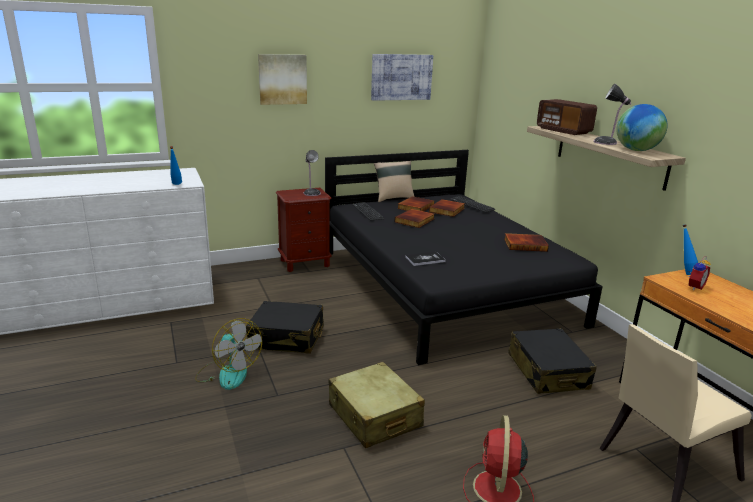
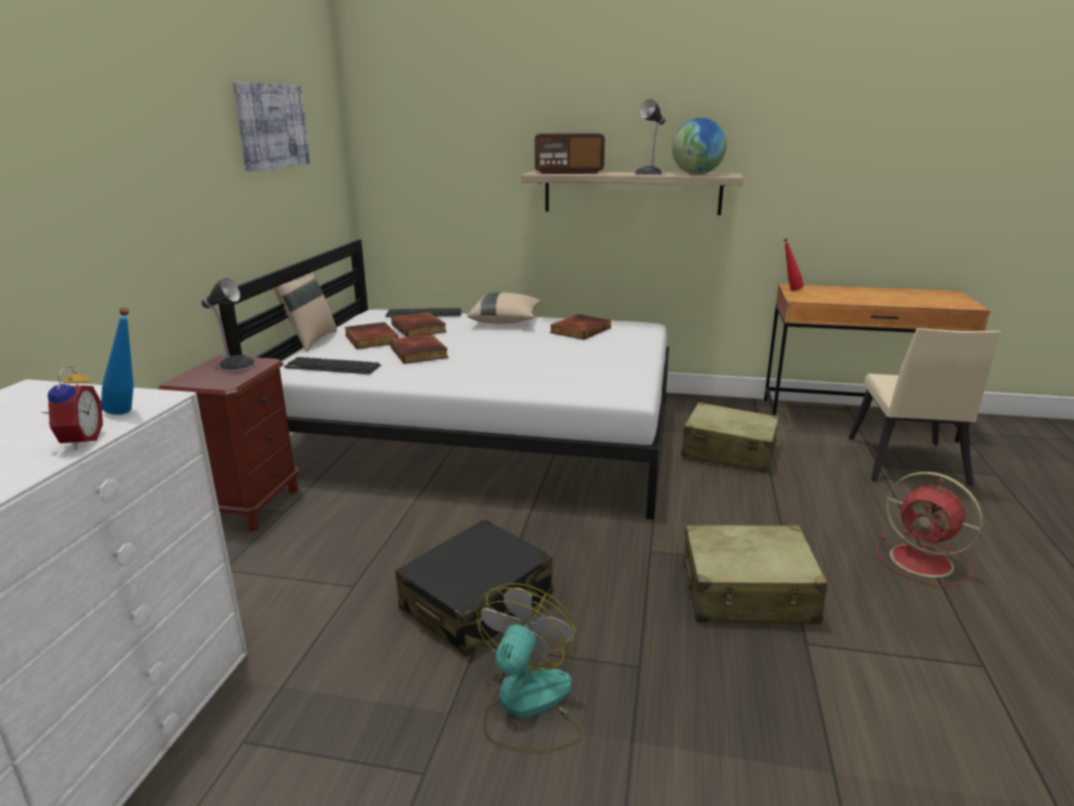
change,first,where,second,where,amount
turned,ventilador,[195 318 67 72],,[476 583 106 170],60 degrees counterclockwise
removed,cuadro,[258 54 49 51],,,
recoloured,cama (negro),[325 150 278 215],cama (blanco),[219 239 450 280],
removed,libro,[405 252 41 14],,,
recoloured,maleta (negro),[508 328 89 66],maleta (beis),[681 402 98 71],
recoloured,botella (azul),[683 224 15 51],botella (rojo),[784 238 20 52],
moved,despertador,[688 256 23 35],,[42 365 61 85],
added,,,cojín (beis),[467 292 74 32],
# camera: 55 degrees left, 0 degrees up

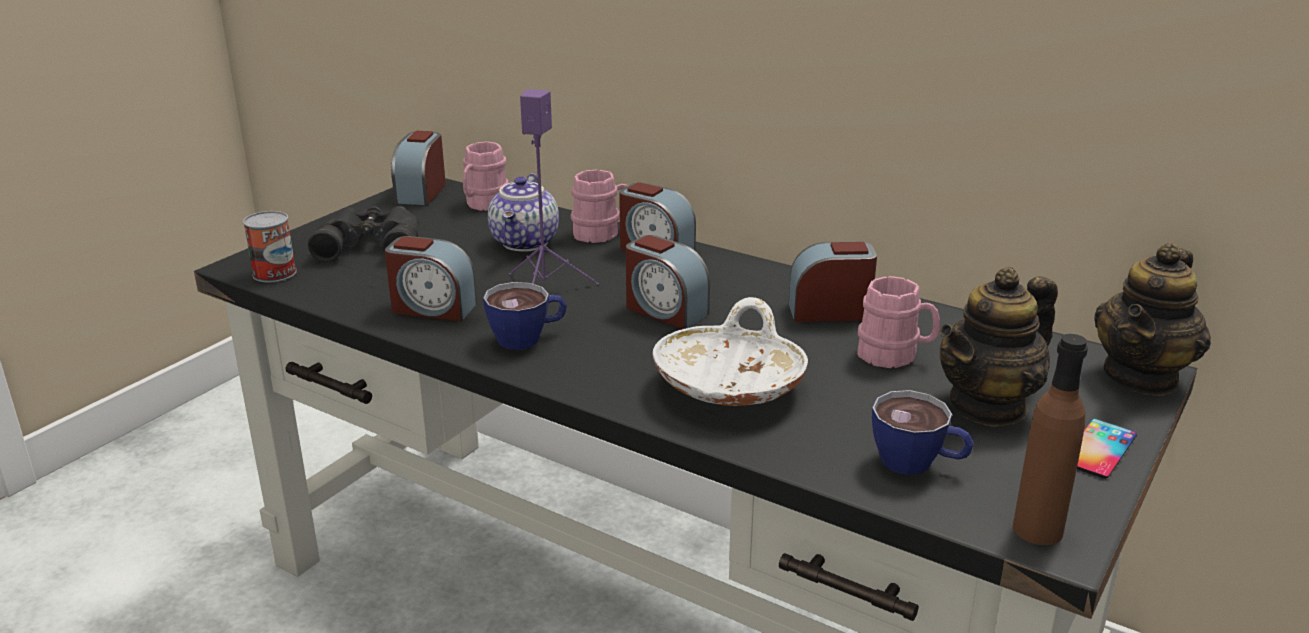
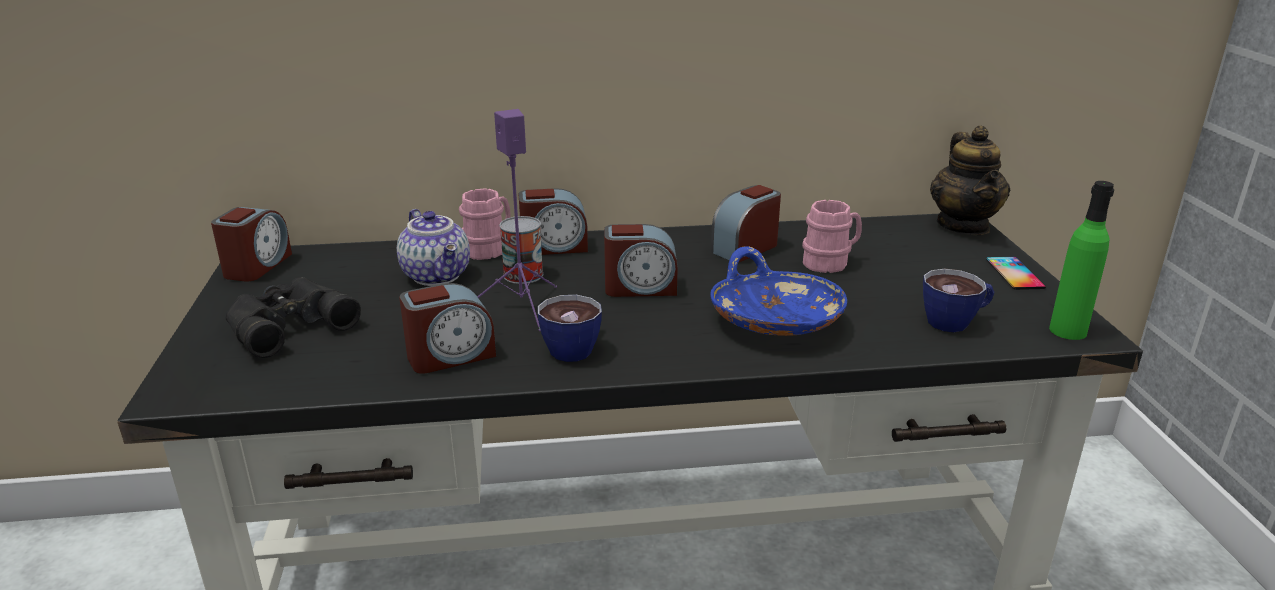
change,first,where,second,where,amount
moved,lata,[243 211 54 72],,[500 216 43 68],
turned,despertador,[391 131 55 74],,[211 207 81 75],135 degrees counterclockwise
removed,taza grande (rosa),[463 142 46 69],,,
recoloured,cuenco (blanco),[653 297 155 109],cuenco (azul),[710 246 137 90],
removed,tetera,[940 267 118 160],,,
recoloured,botella (marrón),[1013 334 75 211],botella (verde),[1049 181 65 159],
# camera: 40 degrees left, 0 degrees up

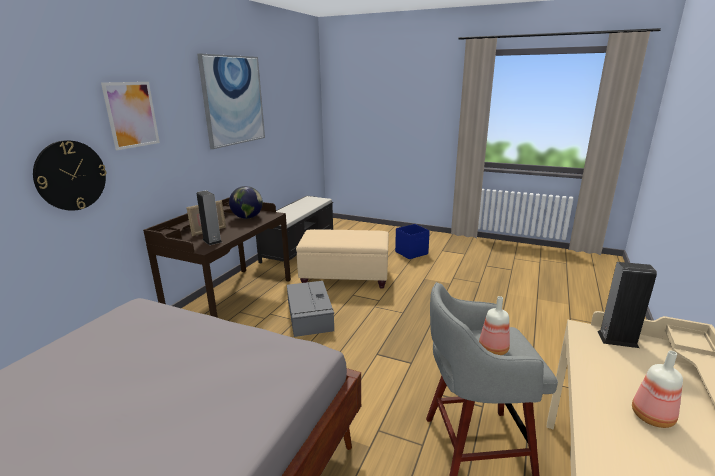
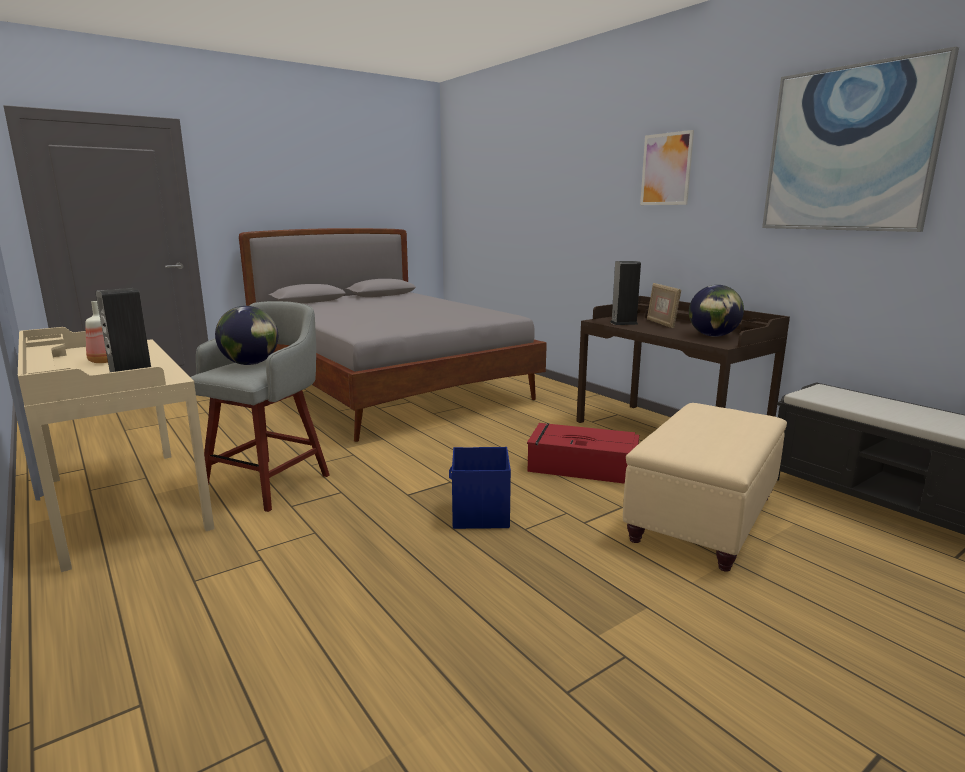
change,first,where,second,where,amount
removed,reloj de pared,[33 140 74 71],,,
recoloured,caja de almacenaje (gris),[287 281 47 56],caja de almacenaje (rojo),[527 423 112 61],
moved,caja de almacenaje (azul),[395 224 35 35],,[449 447 62 82],
replaced,botella,[479 296 31 59],globo terráqueo,[215 306 63 59],
# camera: 120 degrees right, 5 degrees down

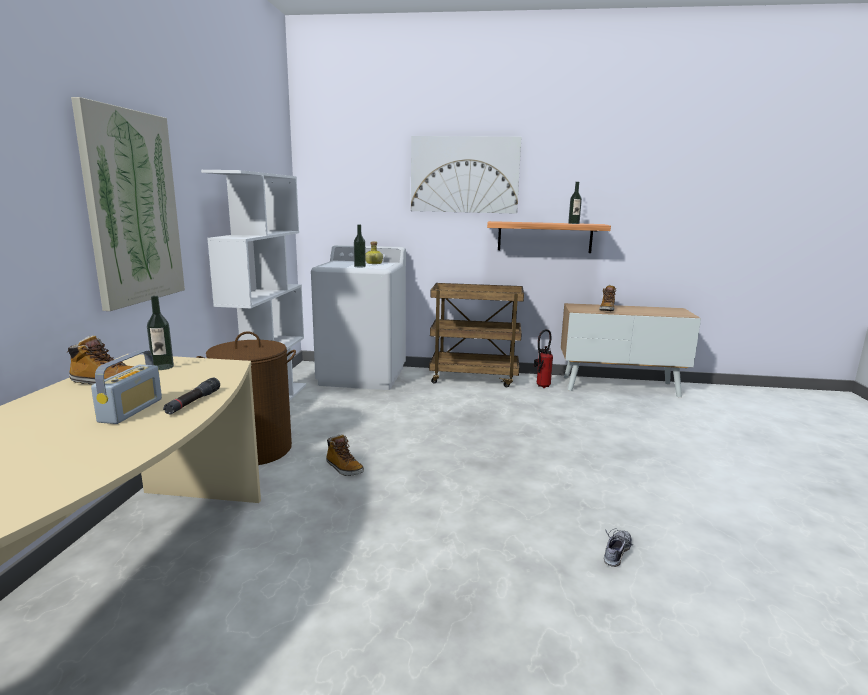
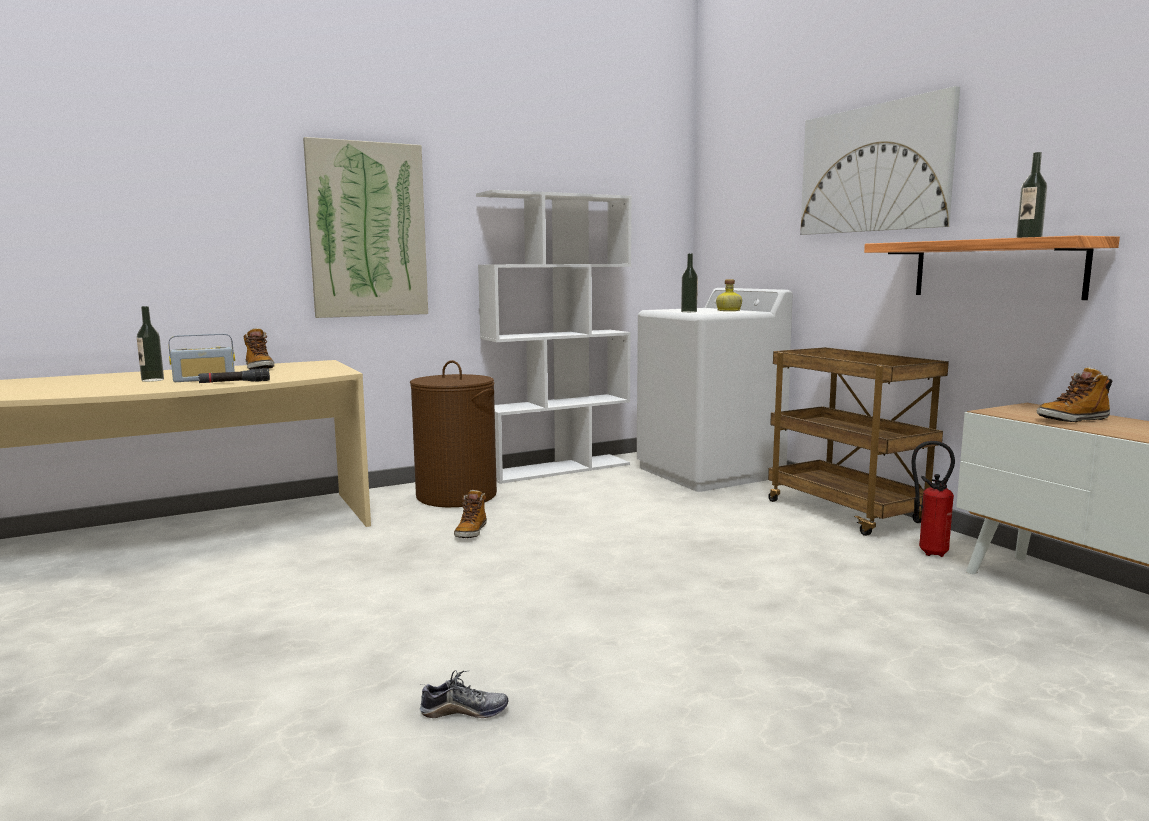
change,first,where,second,where,amount
moved,botella,[147 296 27 74],,[137 306 27 76],
# camera: 55 degrees right, 5 degrees down

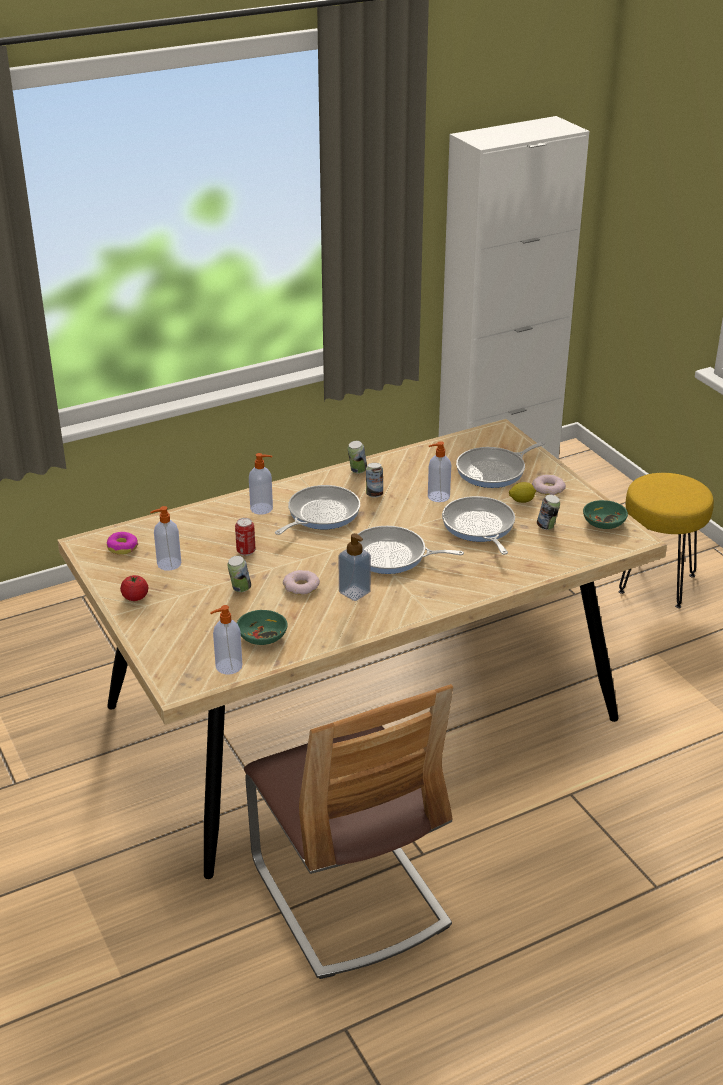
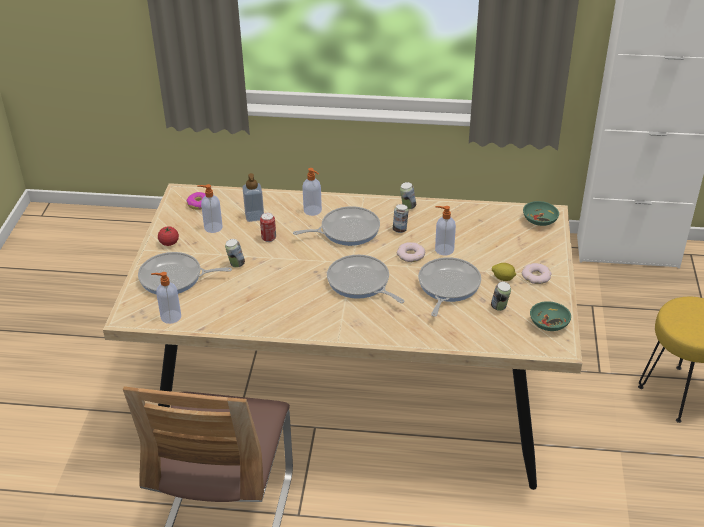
change,first,where,second,where,amount
moved,cuenco (verde),[237 610 51 35],,[523 201 36 25],
moved,rosquilla,[283 570 37 25],,[397 242 28 20],
moved,dispensador de jabón,[338 533 33 68],,[242 173 22 49],
moved,sartén,[456 442 89 46],,[138 252 94 43],
# camera: 35 degrees right, 5 degrees up

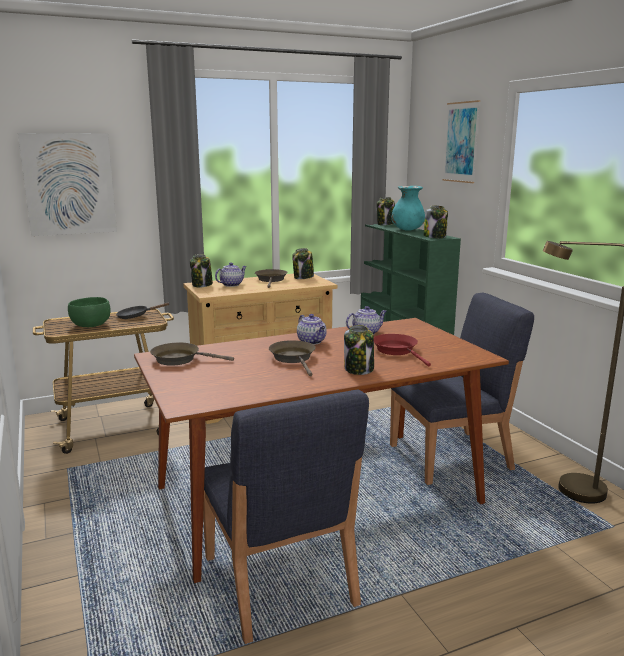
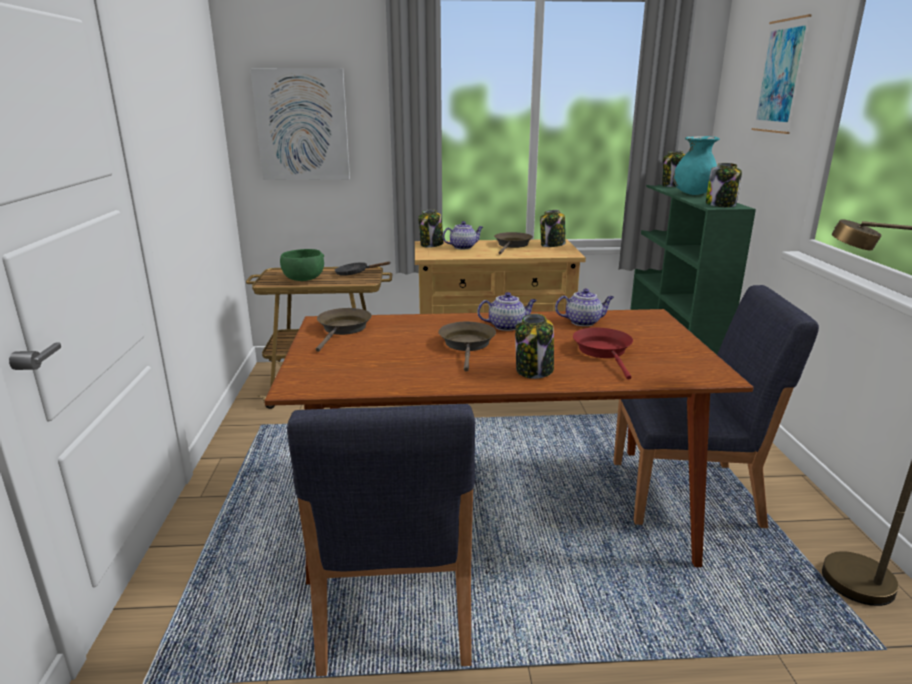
change,first,where,second,where,amount
turned,sartén (marrón),[150 342 84 24],,[316 308 56 44],75 degrees clockwise
turned,tetera,[297 314 30 31],,[477 292 60 39],90 degrees counterclockwise
# camera: 20 degrees right, 5 degrees up

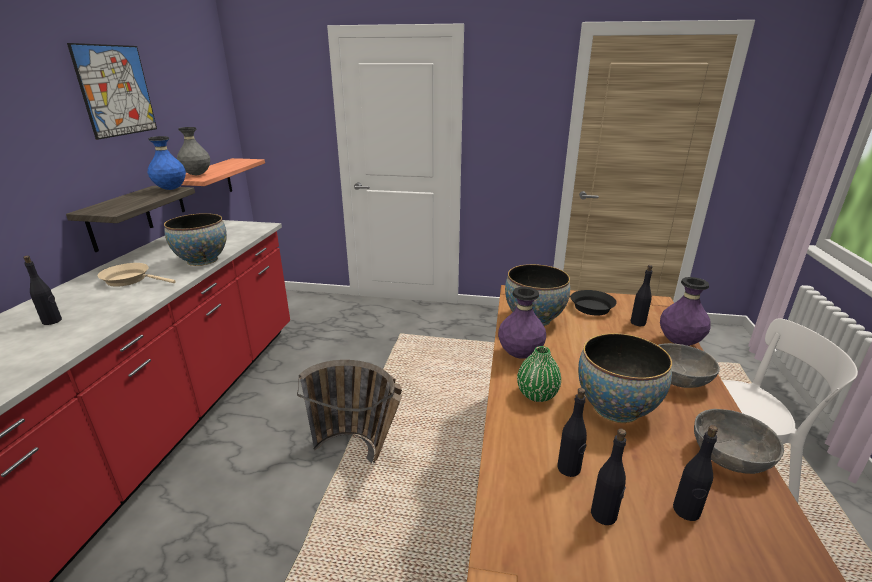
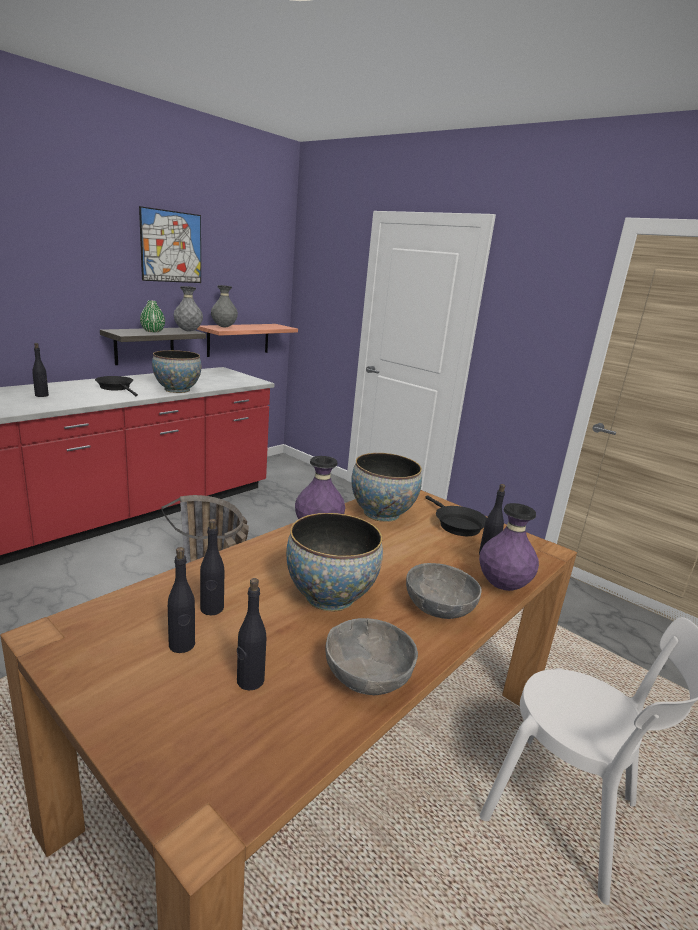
change,first,where,second,where,amount
recoloured,sartén (beis),[98 263 78 24],sartén (negro),[95 376 43 21],
recoloured,florero (azul),[148 136 38 54],florero (gris),[173 286 30 45],
moved,florero (verde),[517 346 44 56],,[140 300 25 32],
# camera: 30 degrees right, 5 degrees down

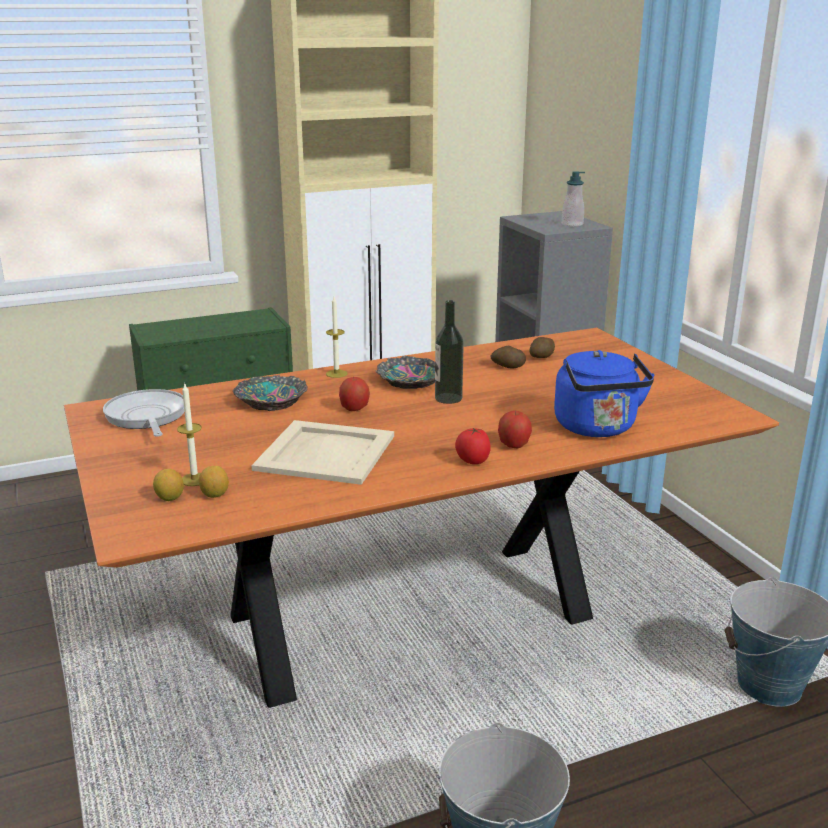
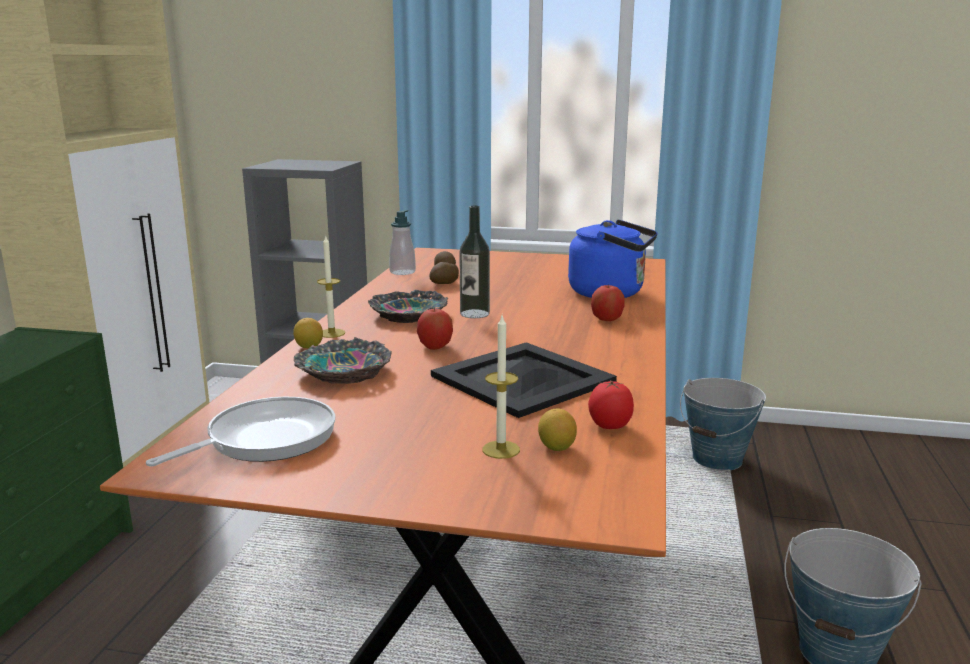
change,first,where,second,where,amount
turned,sartén,[103 389 81 48],,[146 397 189 70],120 degrees clockwise
moved,limón,[153 469 31 32],,[293 318 30 30],
recoloured,bandeja (beis),[252 420 142 65],bandeja (negro),[431 342 186 76],
moved,tomate,[455 428 36 36],,[588 380 46 49],
moved,dispensador de jabón,[561 171 24 56],,[389 210 27 65],
# camera: 55 degrees left, 5 degrees down

